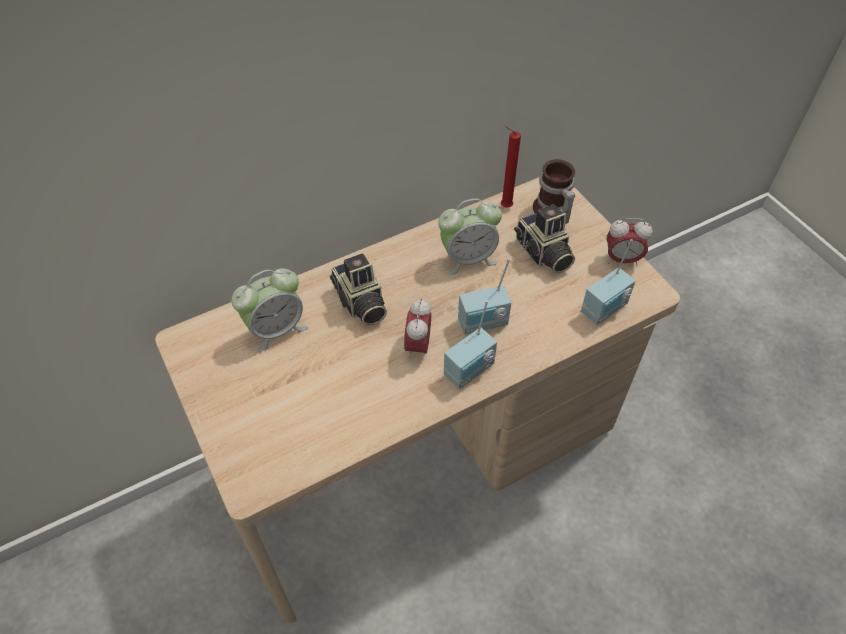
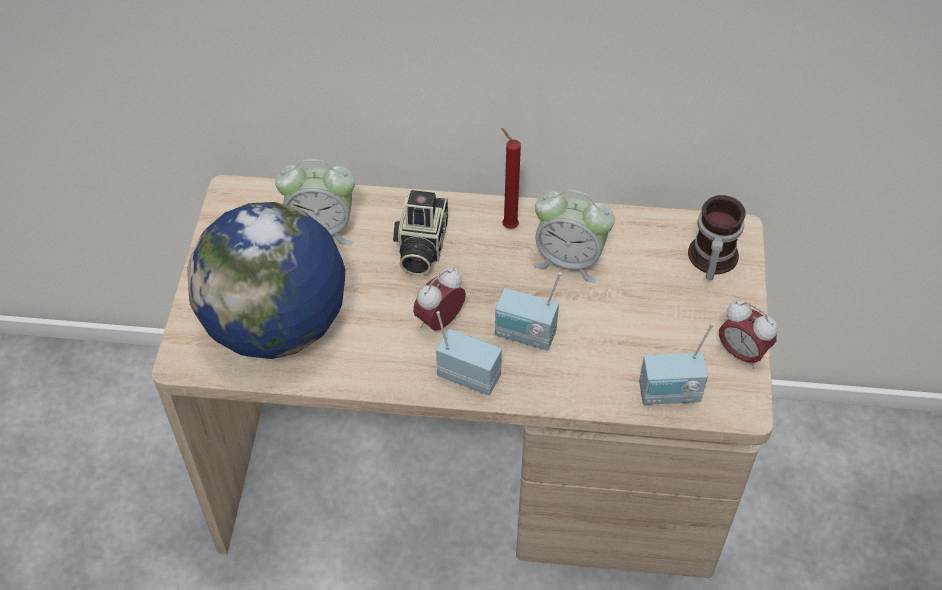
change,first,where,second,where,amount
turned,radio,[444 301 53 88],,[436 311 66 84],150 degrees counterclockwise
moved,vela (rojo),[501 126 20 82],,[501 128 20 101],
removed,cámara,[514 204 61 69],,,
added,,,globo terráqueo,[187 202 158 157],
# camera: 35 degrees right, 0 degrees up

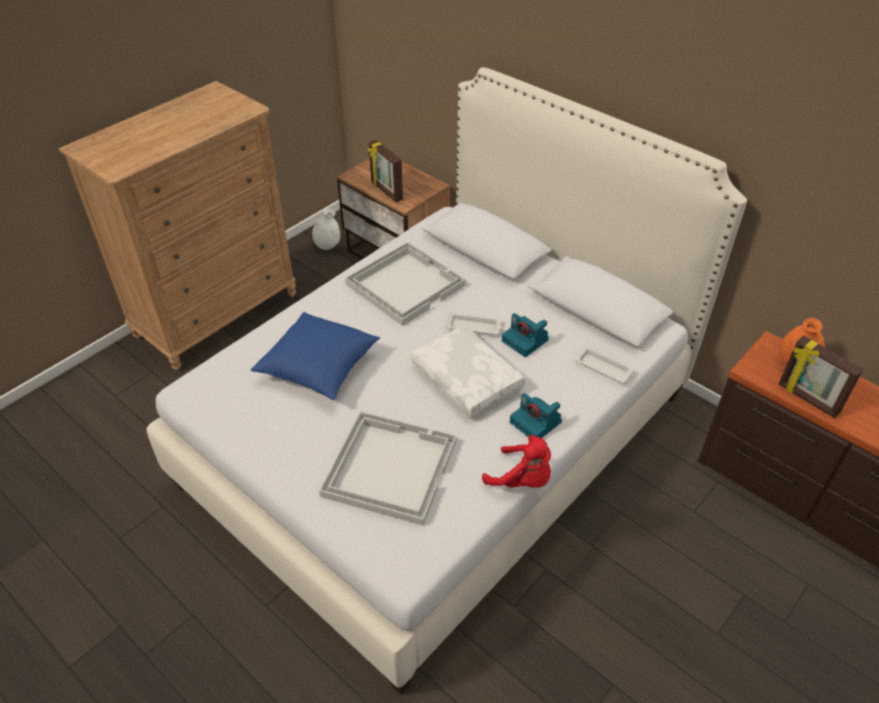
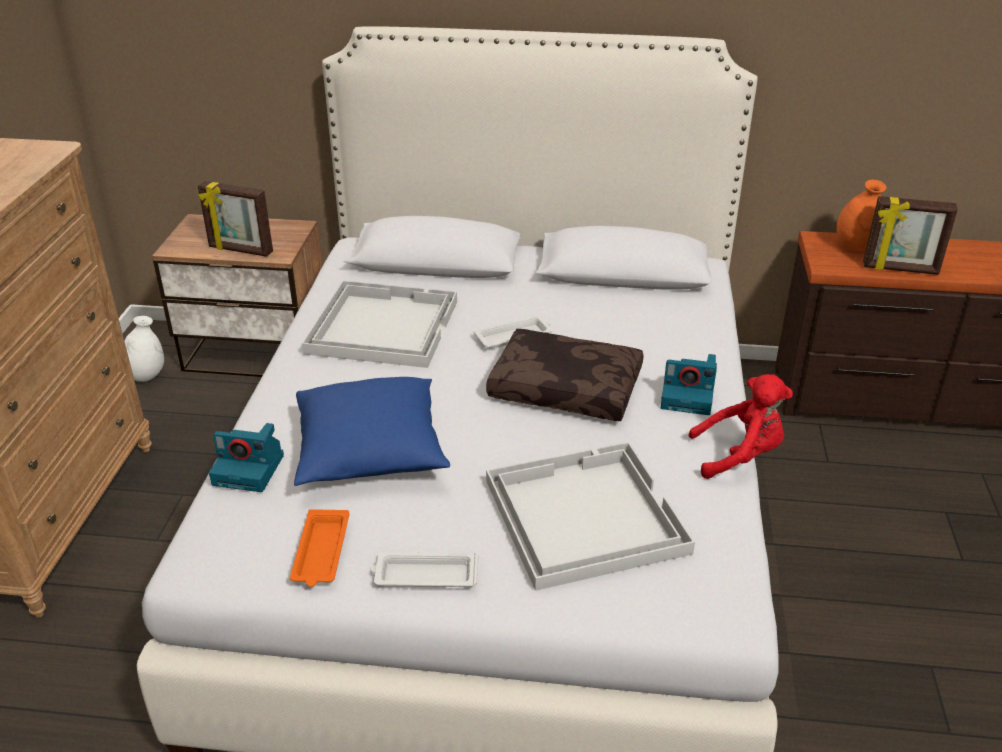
change,first,where,second,where,amount
recoloured,cojín (blanco),[411 325 114 94],cojín (marrón),[486 329 158 92],
moved,cámara,[502 313 47 44],,[209 423 75 69],
moved,bandeja (blanco),[575 347 60 36],,[371 552 107 35],
added,,,bandeja (naranja),[290 509 59 78],
# camera: 35 degrees left, 10 degrees down

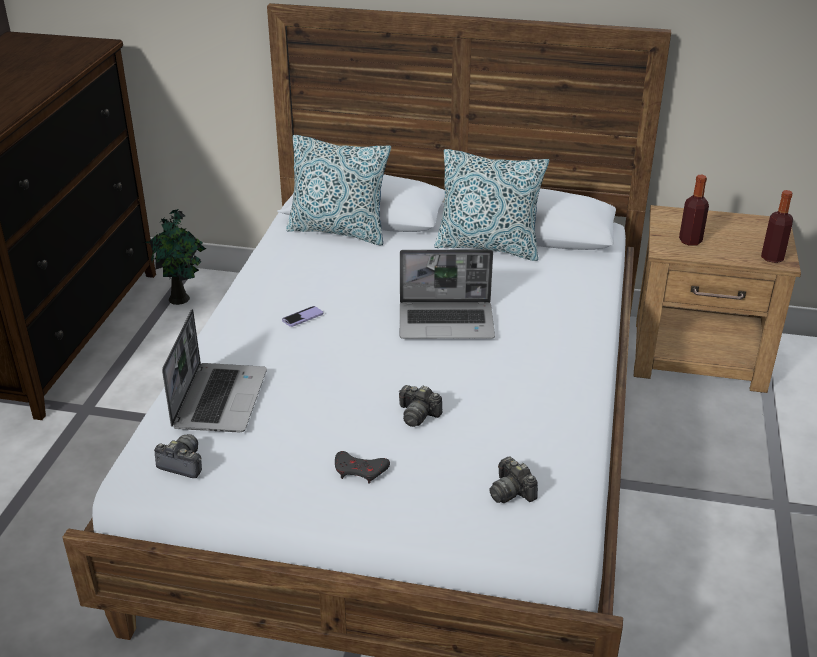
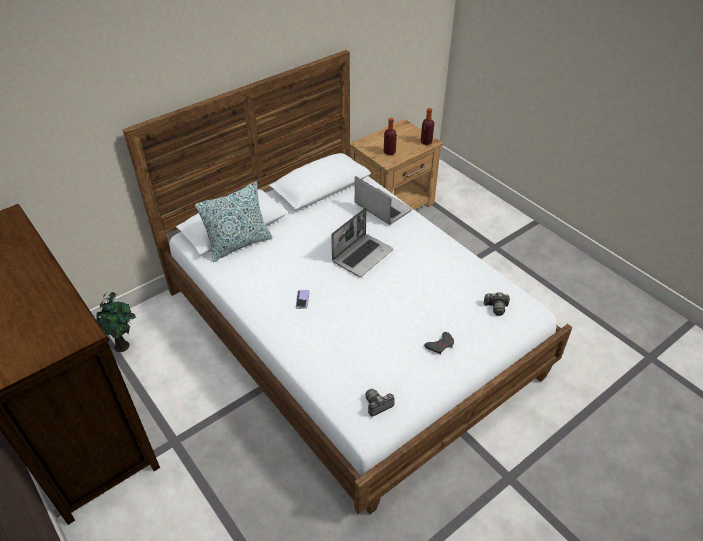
change,first,where,second,where,amount
moved,portátil,[162 309 105 123],,[355 176 57 49],
removed,cámara,[399 385 43 42],,,
removed,cojín,[434 149 115 112],,,
# camera: 50 degrees left, 10 degrees up

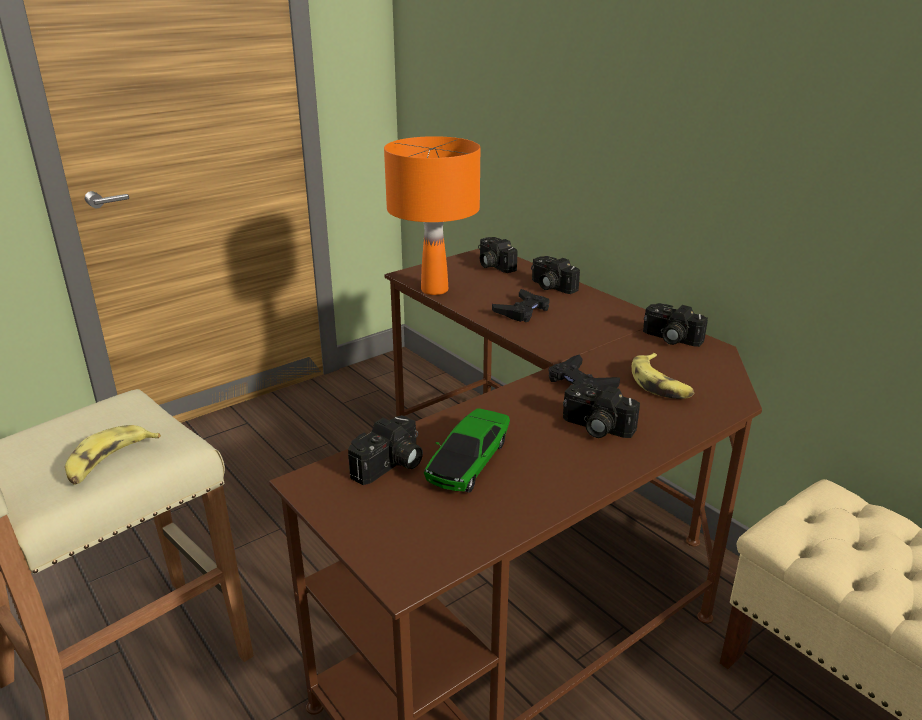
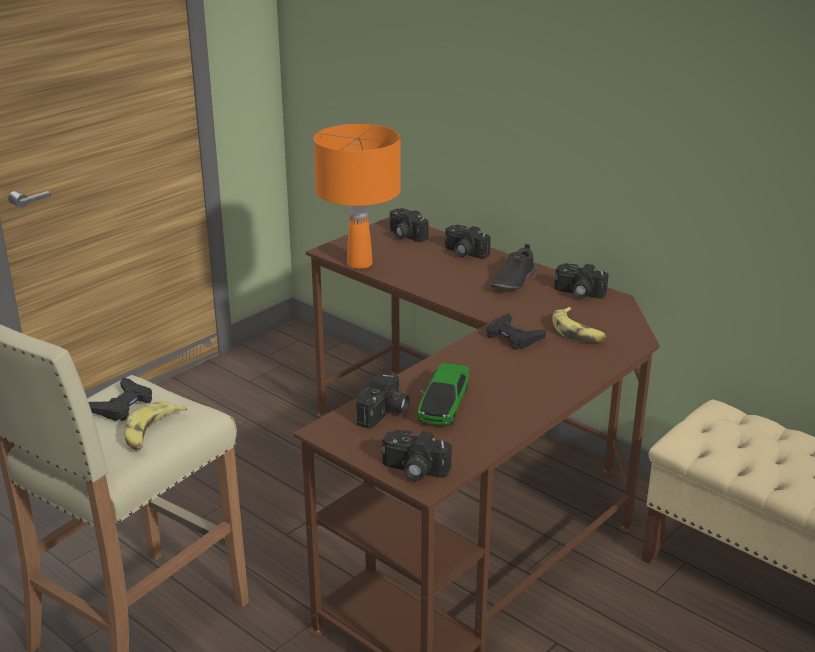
change,first,where,second,where,amount
moved,mando de consola (negro),[492 289 58 33],,[89 378 63 43],
moved,cámara,[563 383 77 55],,[382 429 70 52],
added,,,zapato (negro),[490 244 45 46],
# camera: 10 degrees left, 0 degrees up

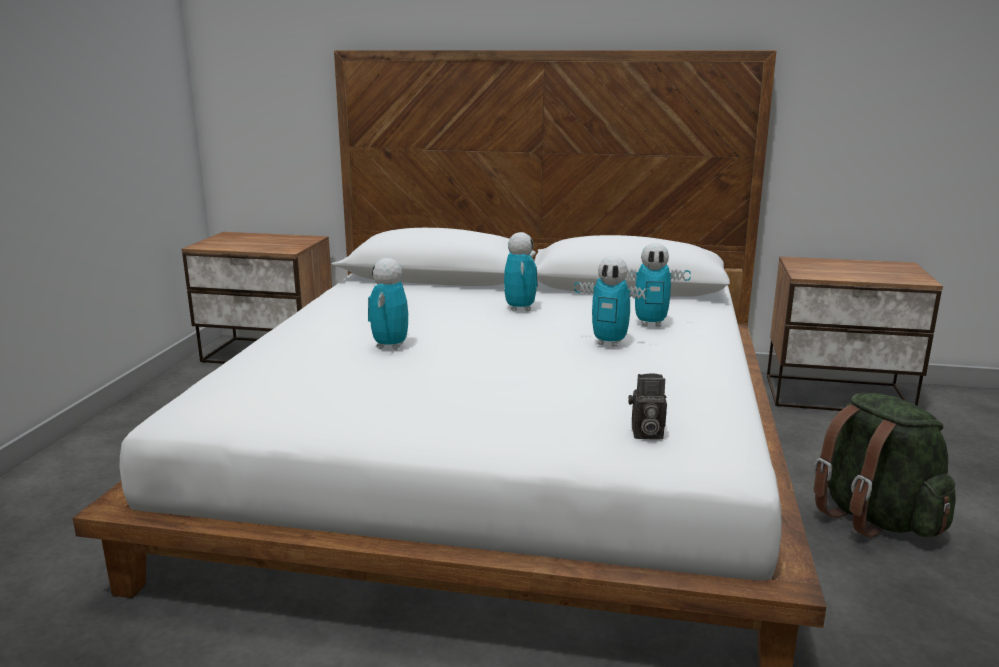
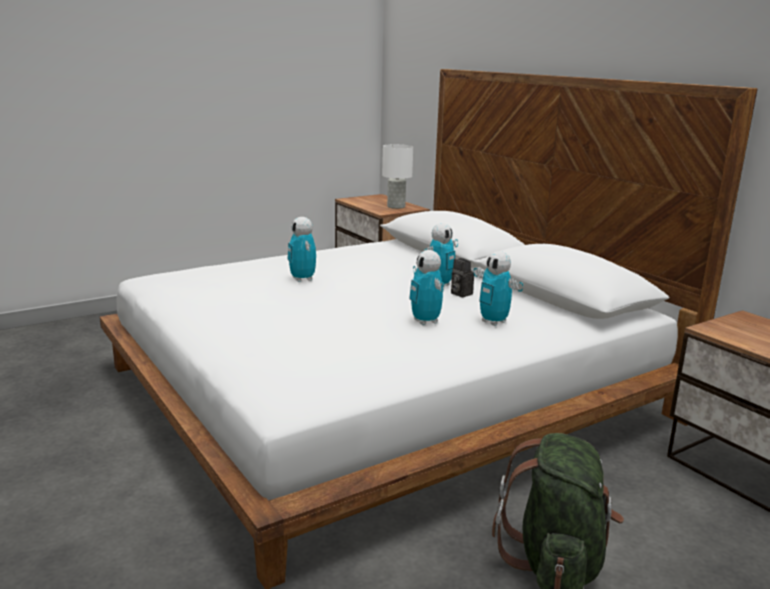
change,first,where,second,where,amount
turned,robot de juguete,[368 258 40 92],,[288 217 28 65],75 degrees counterclockwise
moved,cámara,[628 373 39 66],,[451 258 23 39],
added,,,lámpara de mesa (blanco),[382 144 31 65],
# camera: 45 degrees right, 0 degrees up

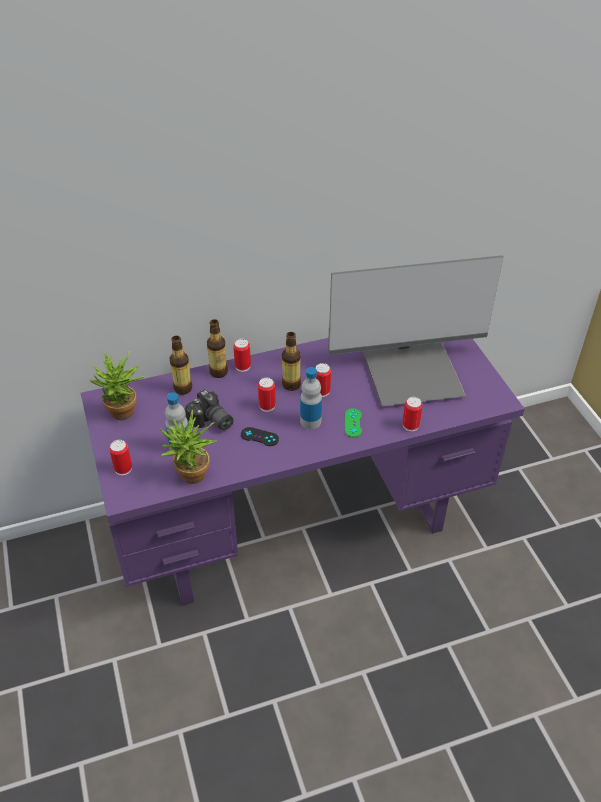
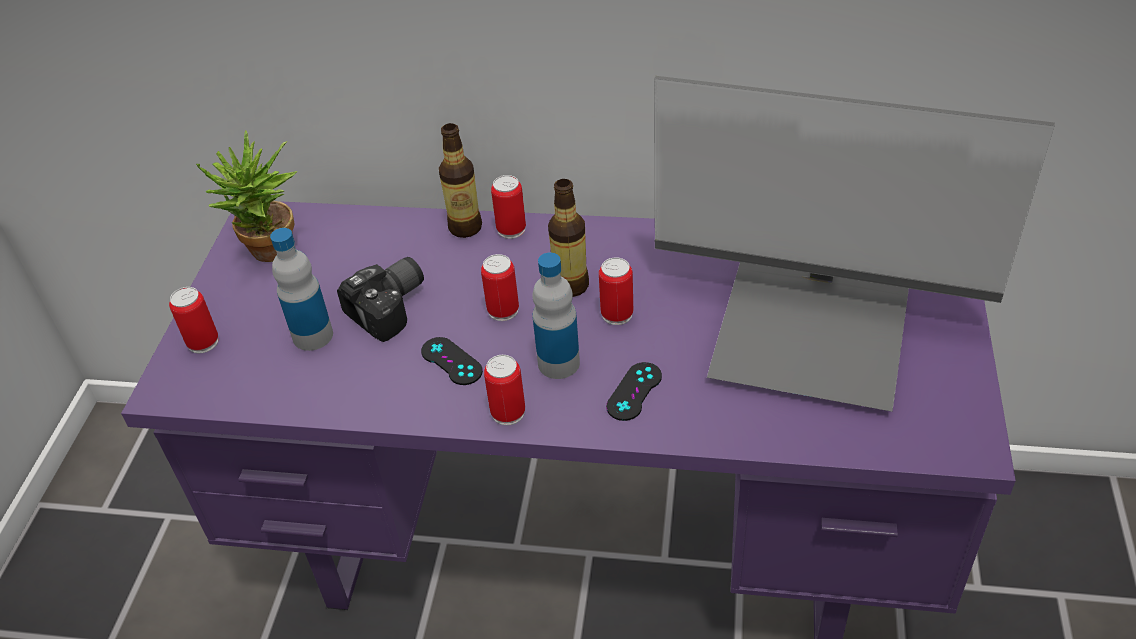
change,first,where,second,where,amount
removed,planta en maceta,[160 410 56 74],,,
removed,botella,[169 336 23 59],,,
turned,cámara,[185 389 49 41],,[337 257 87 85],120 degrees counterclockwise
recoloured,mando de consola (verde),[345 408 17 30],mando de consola (negro),[606 362 56 59],
moved,lata,[403 397 20 34],,[484 355 41 70],
# camera: 30 degrees right, 0 degrees up

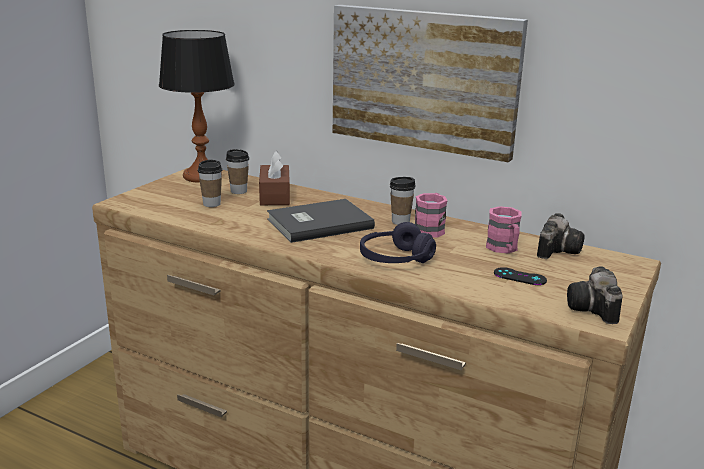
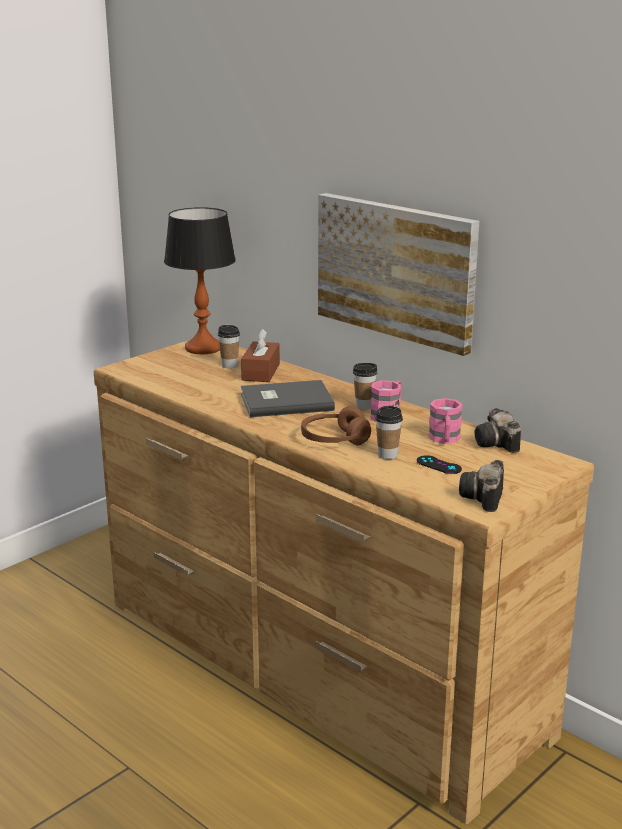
change,first,where,second,where,amount
moved,taza,[198 160 24 47],,[375 406 28 53],
recoloured,auriculares (morado),[360 222 76 41],auriculares (marrón),[301 406 70 39],
turned,cámara,[537 213 47 46],,[475 408 46 45],120 degrees clockwise
# camera: 15 degrees right, 0 degrees up

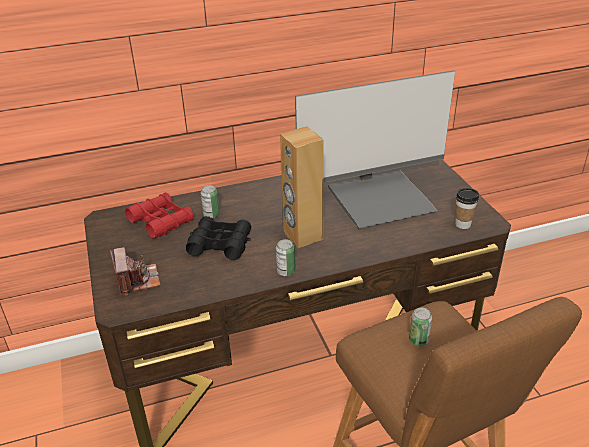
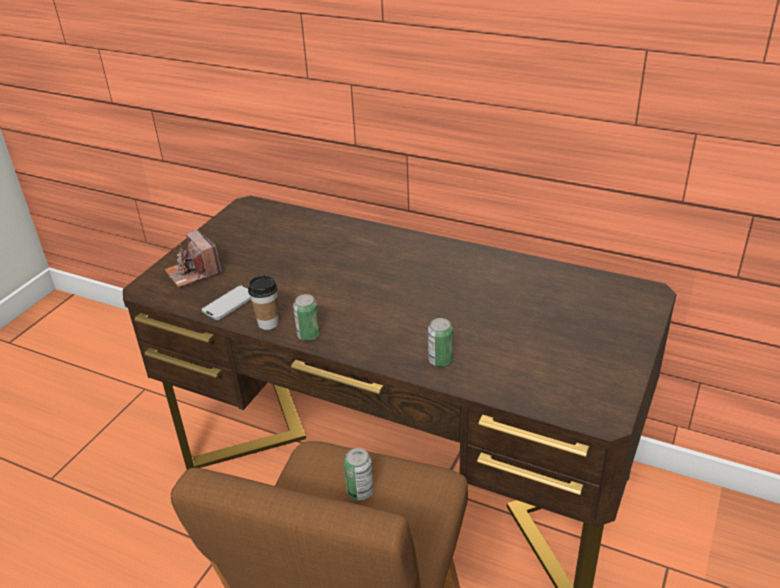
change,first,where,second,where,amount
turned,cámara,[110 247 50 49],,[165 230 57 57],120 degrees clockwise
removed,prismáticos (rojo),[125 192 69 46],,,
removed,prismáticos (negro),[186 216 65 44],,,
moved,lata,[201 185 19 33],,[428 318 25 49],
removed,altavoz (marrón),[280 126 44 122],,,
removed,monitor,[295 70 160 158],,,
moved,taza,[455 188 24 41],,[248 276 30 54],
added,,,móvil,[201 285 50 35],
# camera: 45 degrees right, 0 degrees up

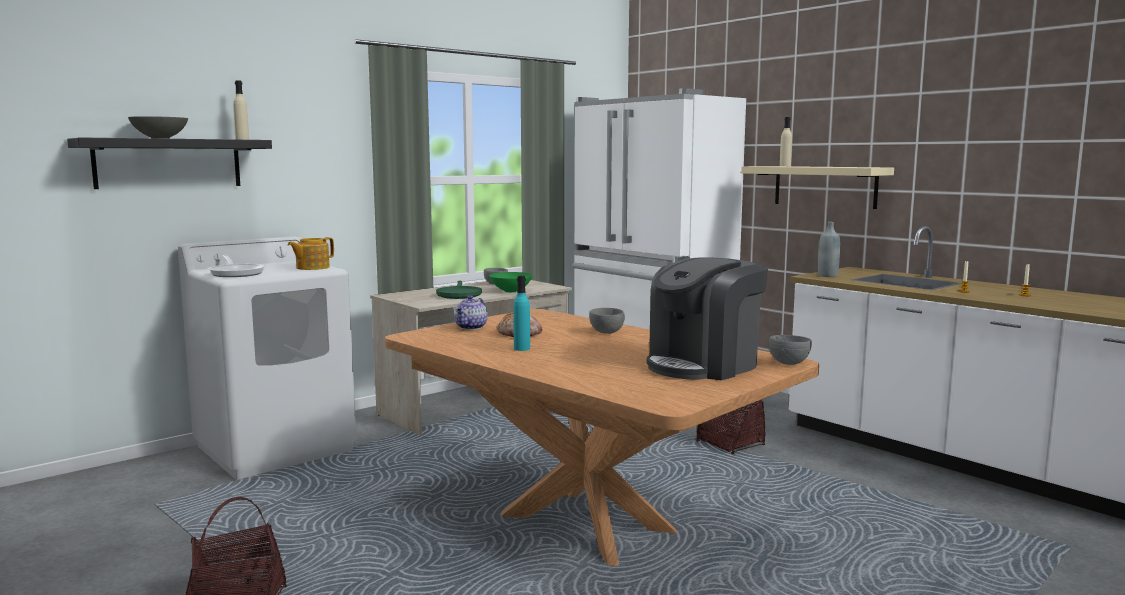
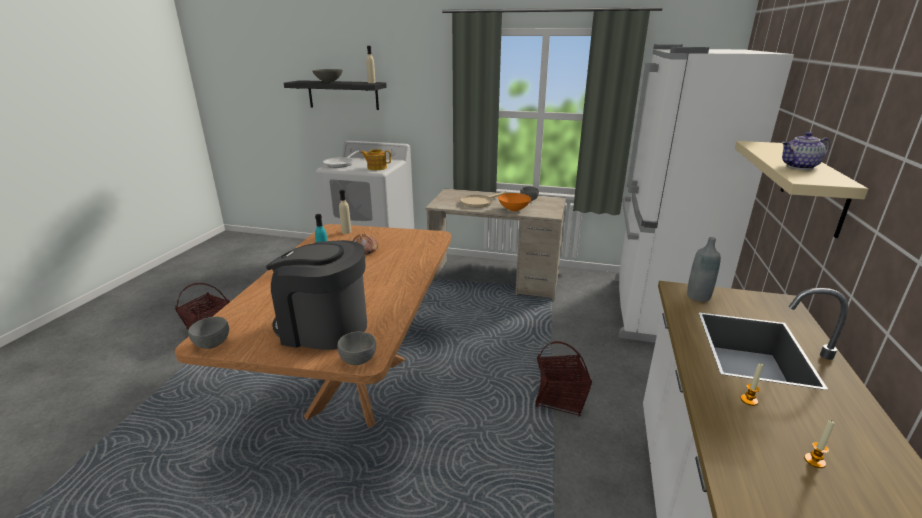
change,first,where,second,where,amount
recoloured,sartén (verde),[436 281 46 18],sartén (beis),[461 191 46 17],
moved,tetera,[454 295 34 35],,[782 132 48 38],
recoloured,cuenco (verde),[489 272 44 20],cuenco (naranja),[498 193 33 18],
moved,cuenco (gris),[589 308 36 26],,[188 317 41 32],
moved,botella (beis),[780 117 12 49],,[339 190 13 44],
# camera: 55 degrees right, 15 degrees up

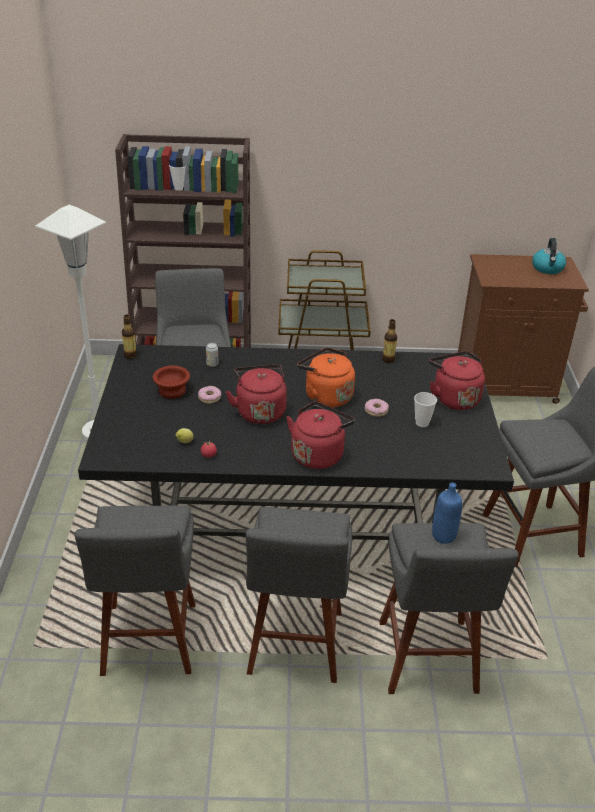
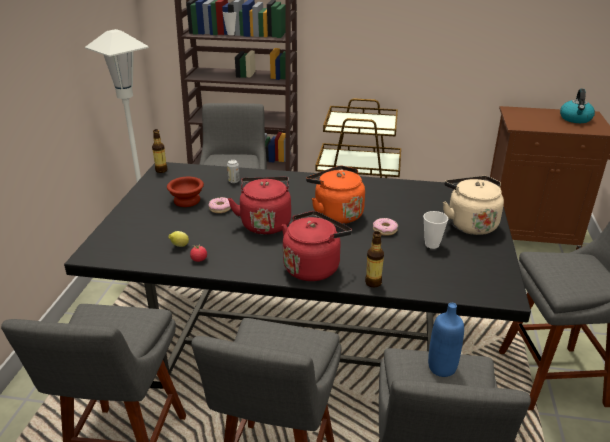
change,first,where,second,where,amount
moved,botella,[382 319 15 44],,[365 231 19 57],
recoloured,hervidor (rojo),[429 351 56 59],hervidor (beis),[443 176 61 59],
# camera: 10 degrees right, 5 degrees down

